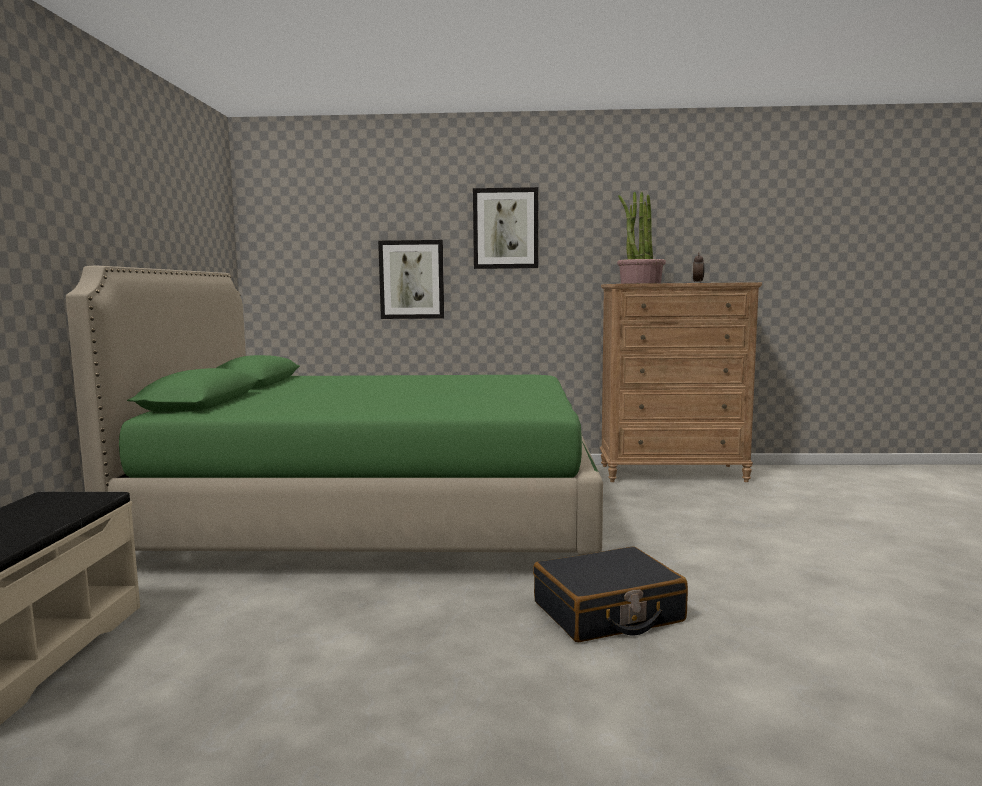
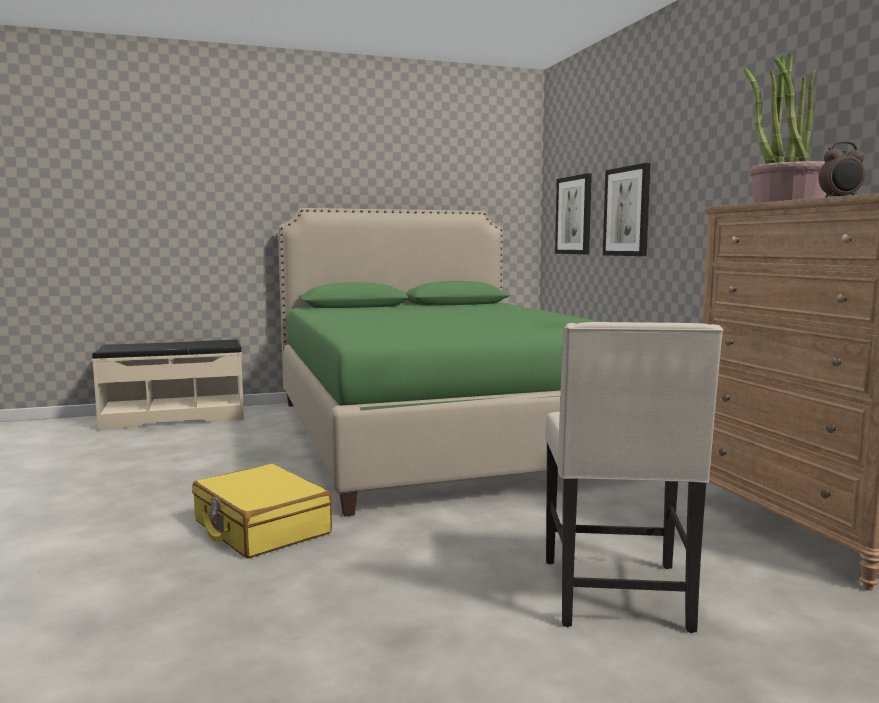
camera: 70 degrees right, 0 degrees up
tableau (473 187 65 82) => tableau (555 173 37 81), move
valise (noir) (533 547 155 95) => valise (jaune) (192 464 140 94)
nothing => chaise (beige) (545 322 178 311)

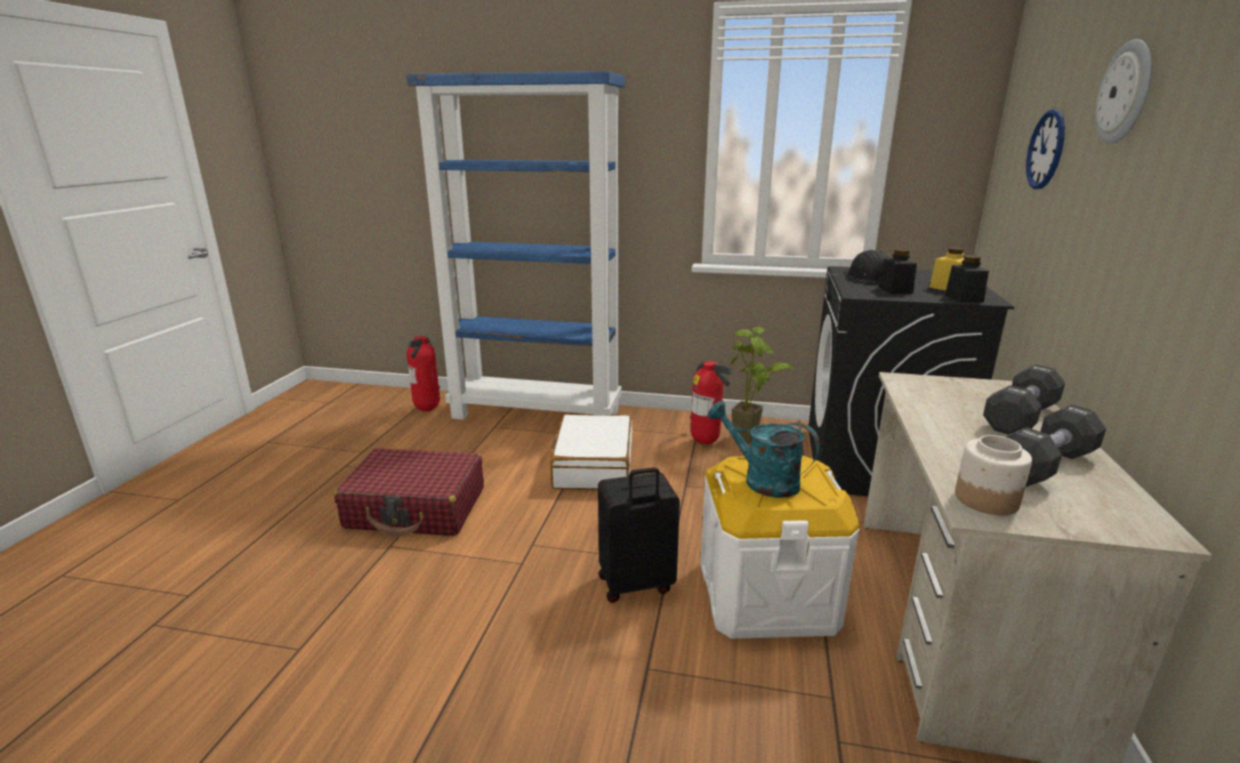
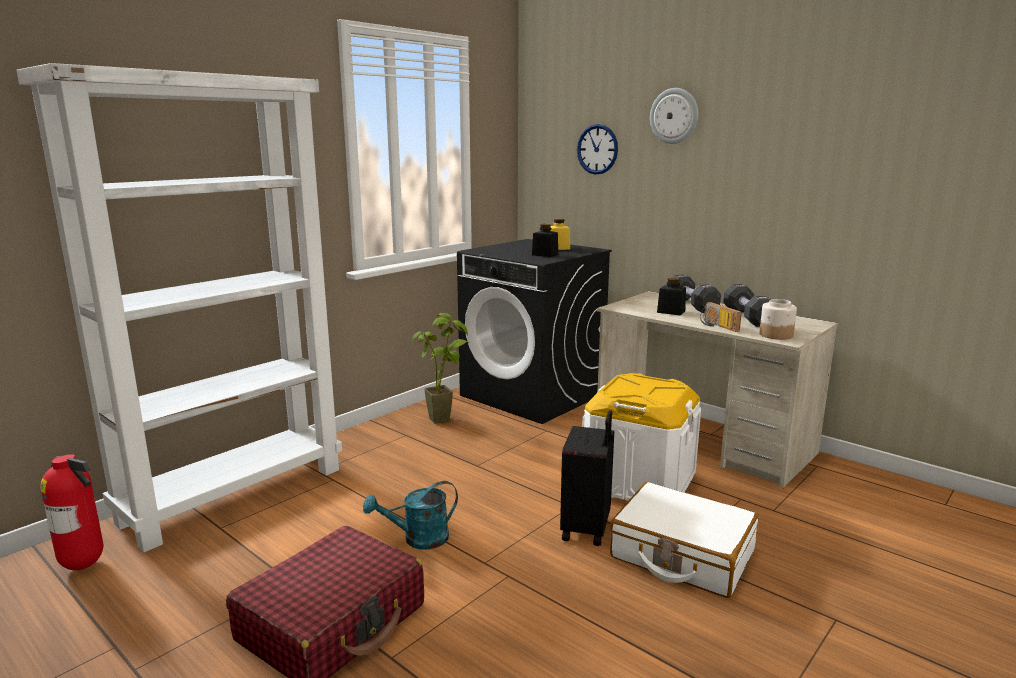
camera: 60 degrees left, 5 degrees down
bibliothèque (bleu) (406 71 219 349) => bibliothèque (blanc) (16 63 326 489)
valise (blanc) (550 415 82 75) => valise (blanc) (610 482 148 116), move
extincteur (690 361 43 84) => nothing
arrosoir (turquoise) (707 401 113 97) => arrosoir (turquoise) (363 481 95 68), move
casque de chantier (noir) (845 250 44 32) => nothing
bocal (noir) (945 255 44 48) => bocal (noir) (657 278 29 38), move
nothing => radio (700 302 42 30)

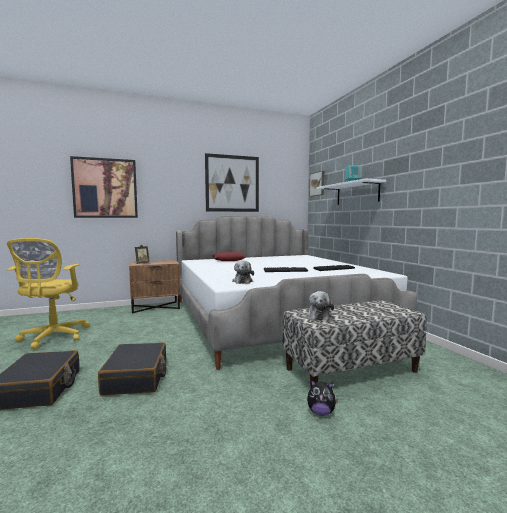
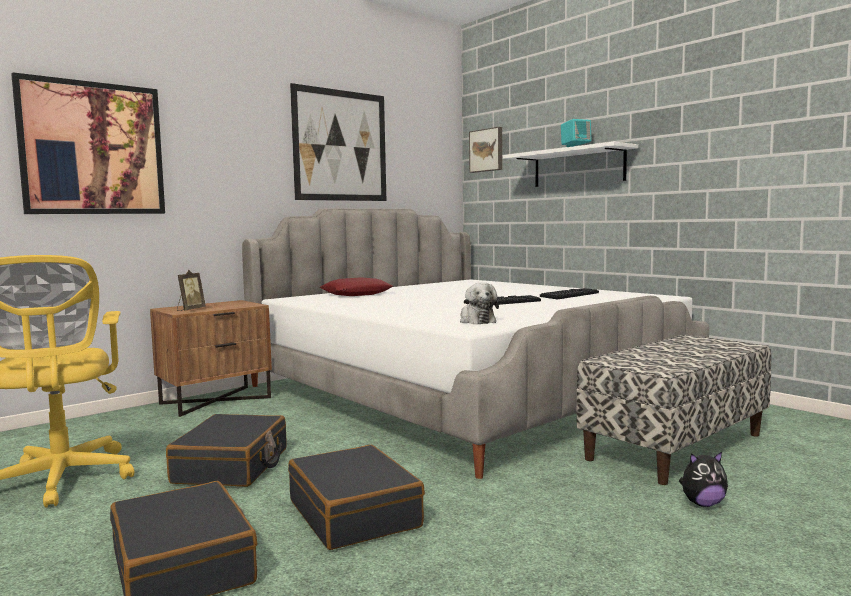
camera: 20 degrees left, 0 degrees up
peluche (306 291 28 29) => nothing
nothing => valise (noir) (166 414 121 73)

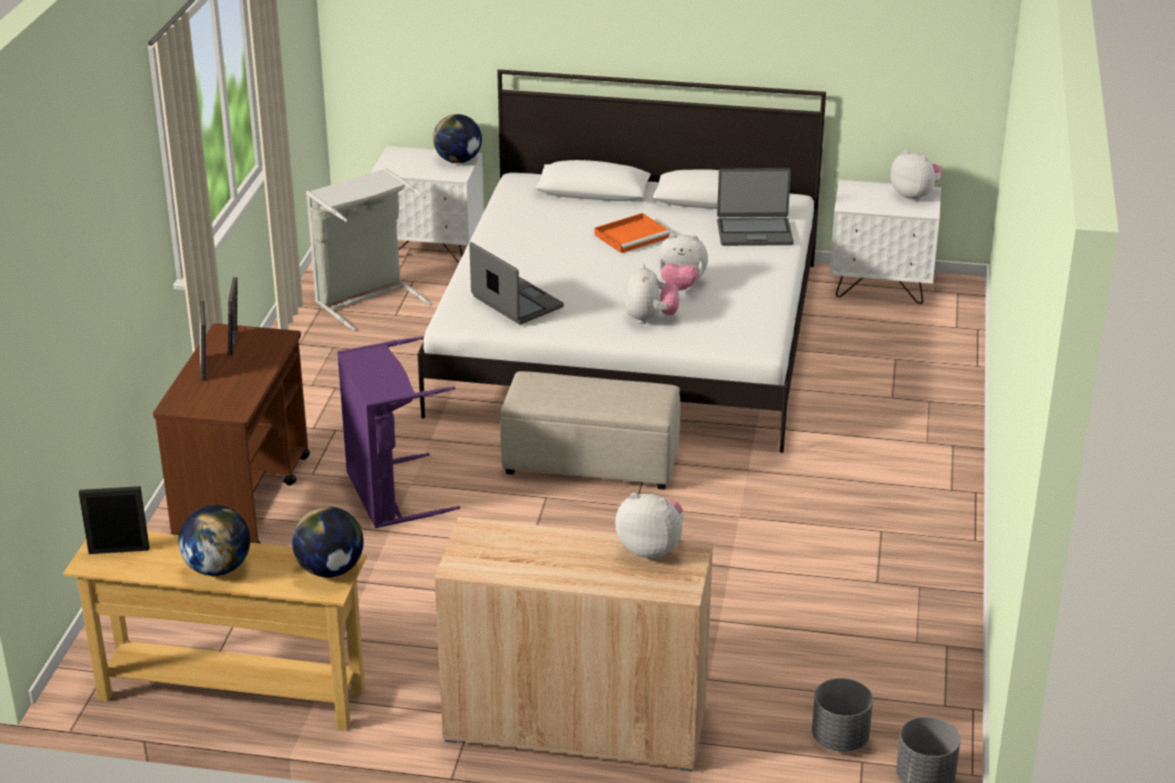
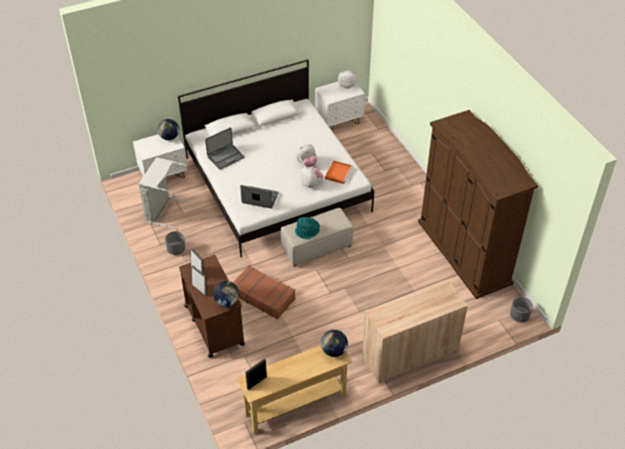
camera: 35 degrees left, 15 degrees up
globe (178 505 72 71) => globe (213 281 26 26), move
panier à linge (violet) (337 336 123 192) => valise (marron) (233 265 62 55)
plateau (orange) (594 213 77 40) => plateau (orange) (325 161 28 23), move
peluche (615 493 69 67) => nothing
ordinateur portable (717 168 77 78) => ordinateur portable (205 127 40 43), move
cache-pot (gris) (812 678 61 74) => cache-pot (gris) (165 231 21 24), move
nothing => chapeau (turquoise) (295 217 25 22)
nothing => armoire (marron) (418 110 121 189)

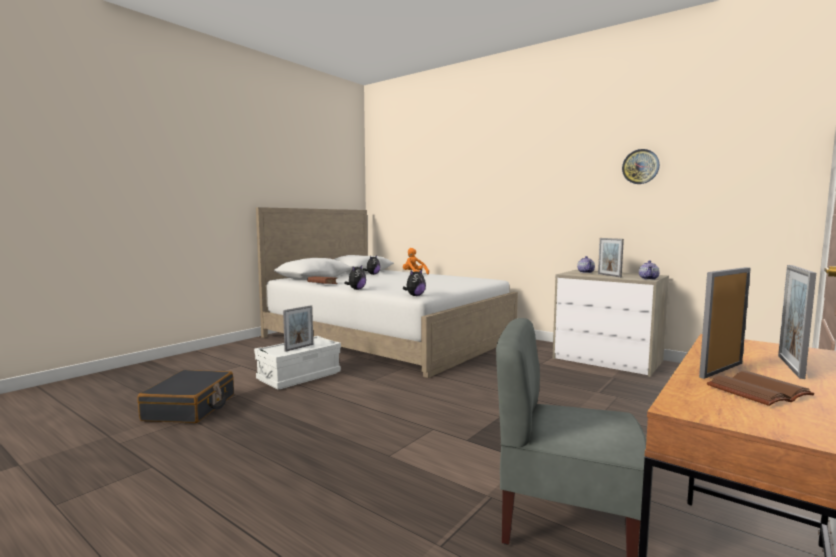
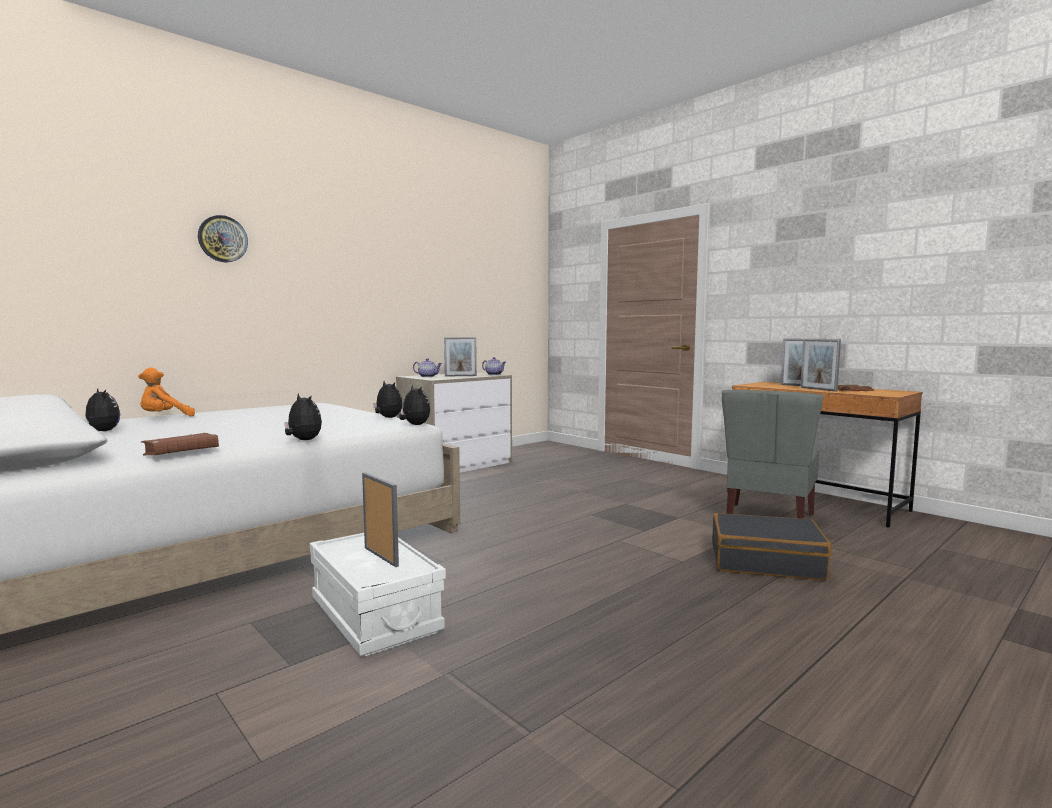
camera: 80 degrees left, 0 degrees up
valise (noir) (137 370 97 53) => valise (noir) (712 513 119 67), move
horloge murale (622 149 38 35) => horloge murale (198 215 50 48), move
nothing => peluche (373 381 29 37)

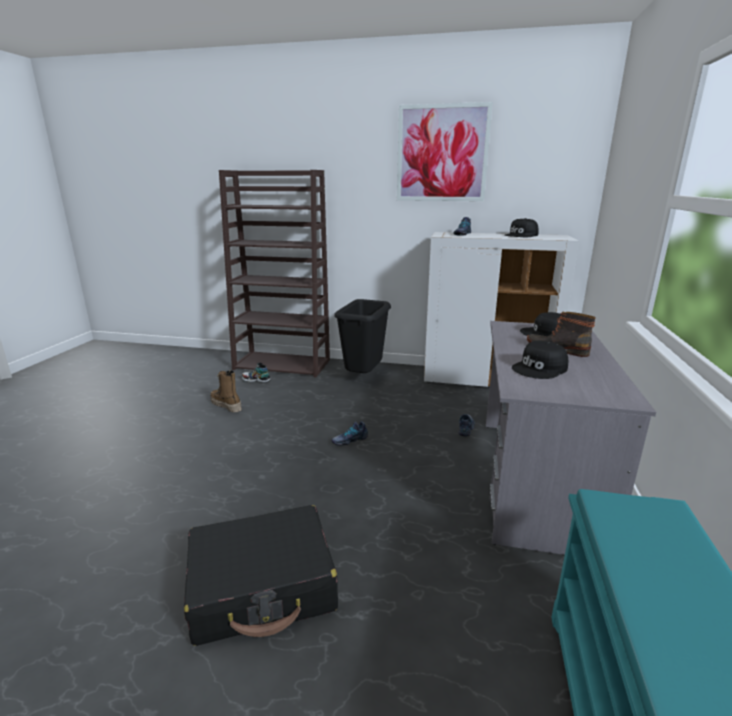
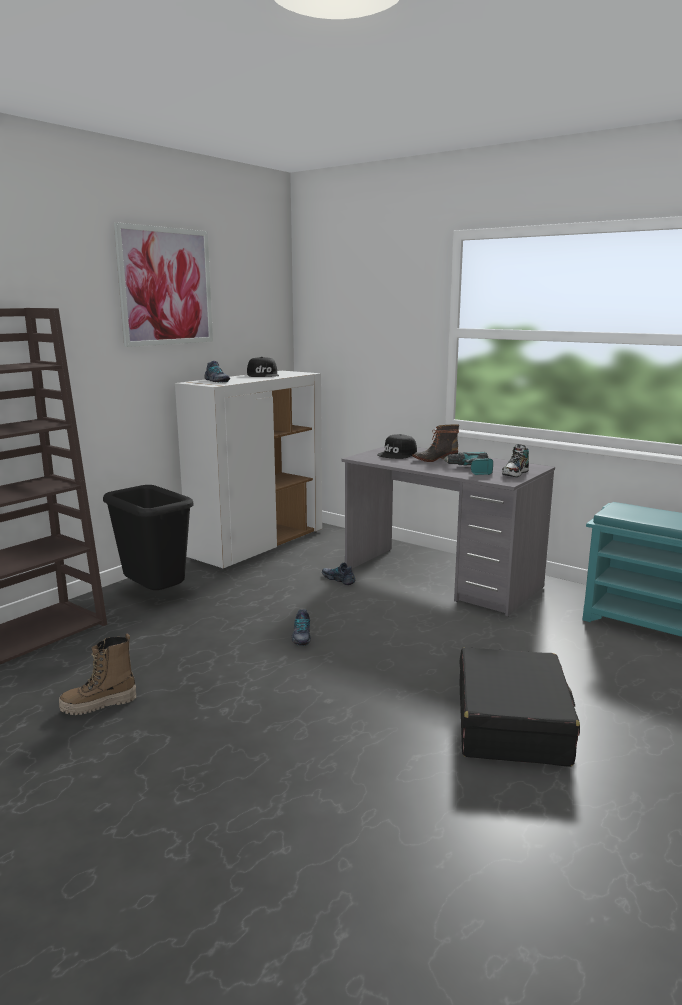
camera: 65 degrees left, 5 degrees down
chaussure (241 363 30 20) => chaussure (502 444 27 33), move
casquette (noir) (512 341 56 38) => perceuse (442 452 51 23)

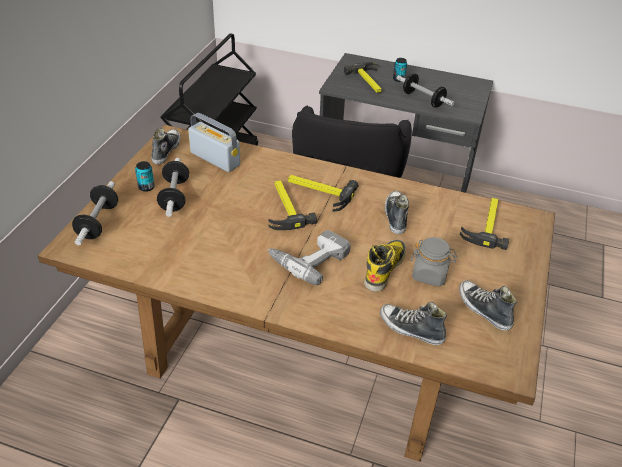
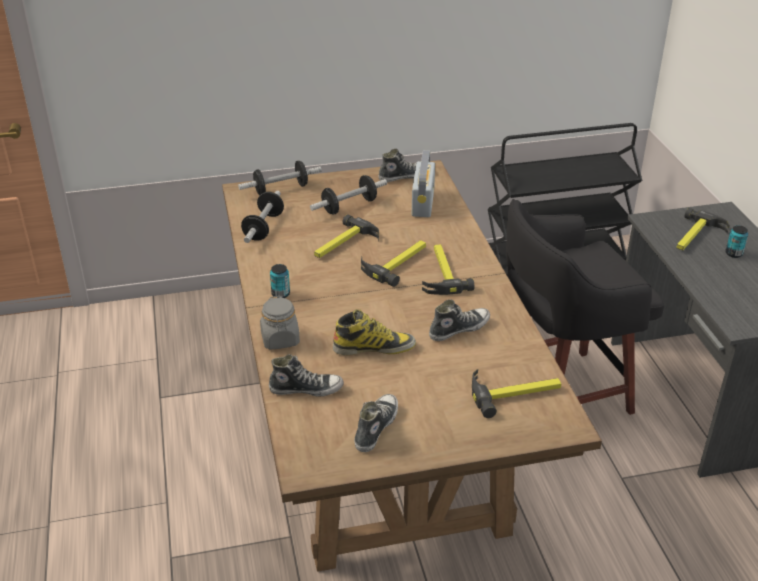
camera: 60 degrees right, 5 degrees down
boîte métallique (135 161 20 31) => boîte métallique (270 264 20 34), move
perceuse (268 230 83 55) => nothing
chaussure (380 302 67 43) => chaussure (269 354 75 43), 90 degrees clockwise
haltère (396 73 59 35) => haltère (241 191 43 52), move
bocal (gris) (410 237 47 49) => bocal (gris) (260 296 40 54), move
nothing => marteau (314 214 65 44)

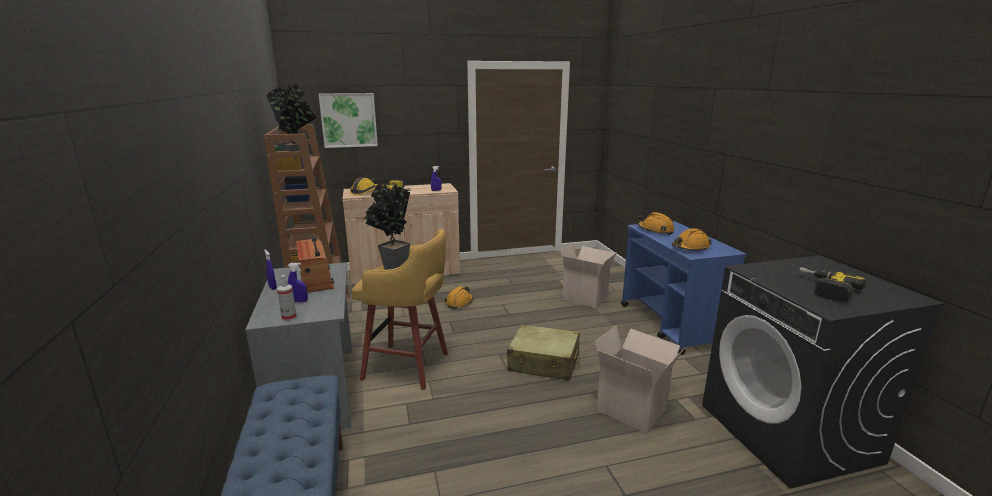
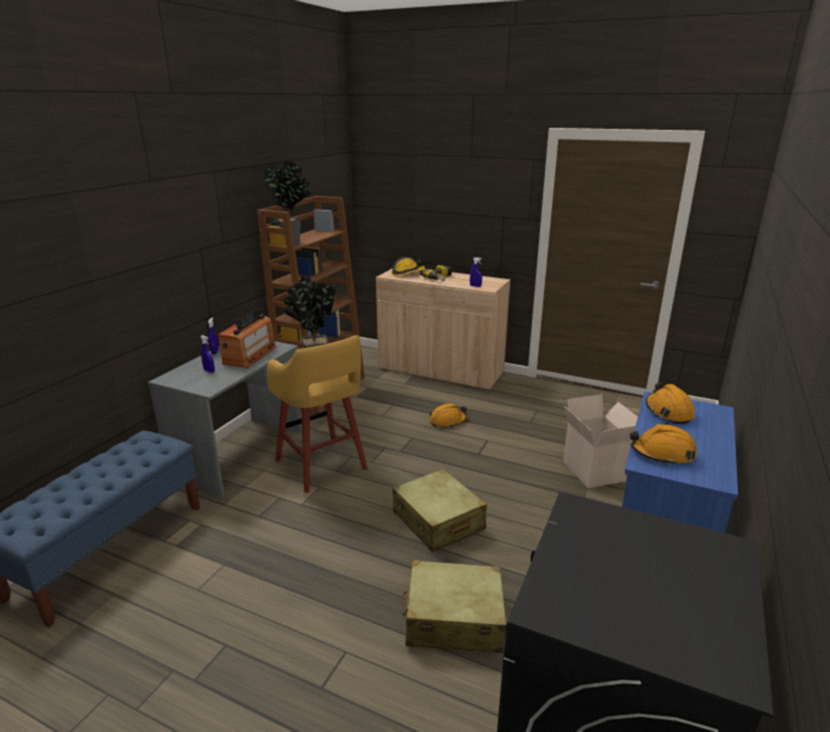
camera: 40 degrees right, 5 degrees up
vaporisateur (277 275 20 46) => nothing
tableau (319 93 59 55) => nothing
carton (595 325 89 108) => valise (beige) (402 560 104 93)
perceuse (799 267 67 35) => nothing

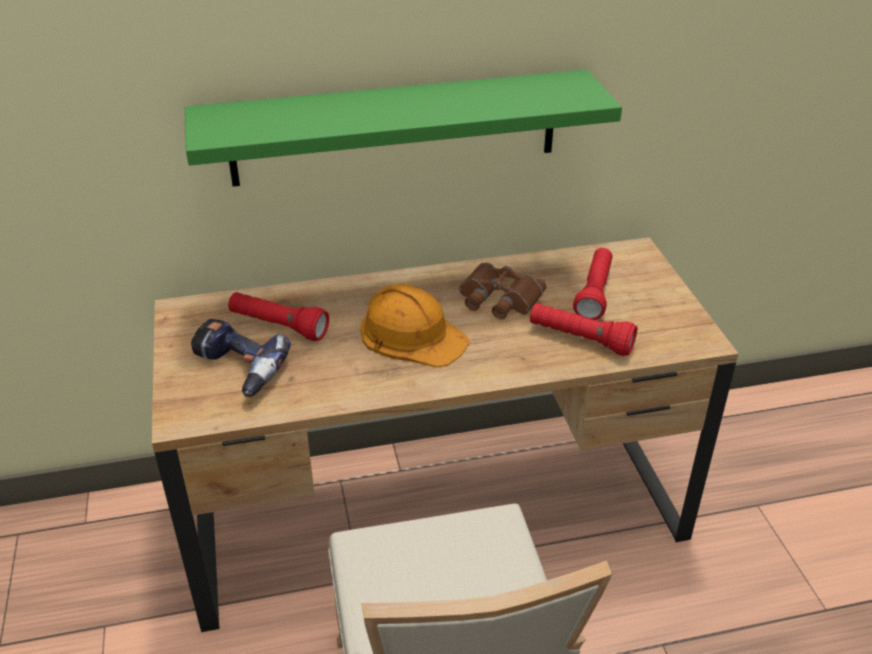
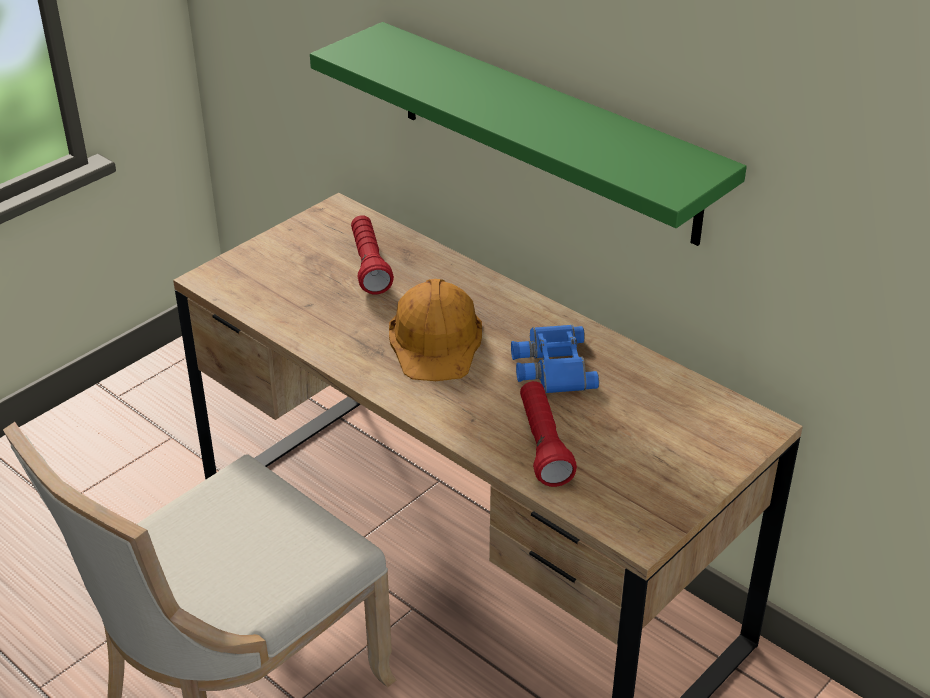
camera: 55 degrees right, 0 degrees up
perceuse (191 319 100 78) => nothing
jumelles (marron) (459 263 88 56) => jumelles (bleu) (511 324 88 69)
lampe de poche (rouge) (573 248 40 72) => nothing

